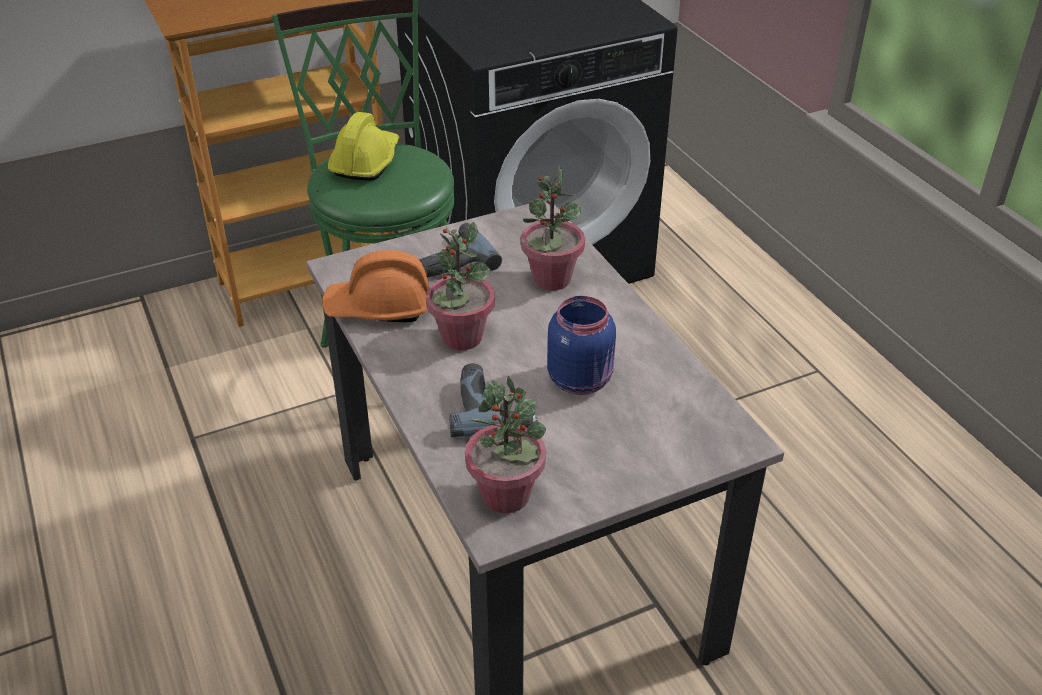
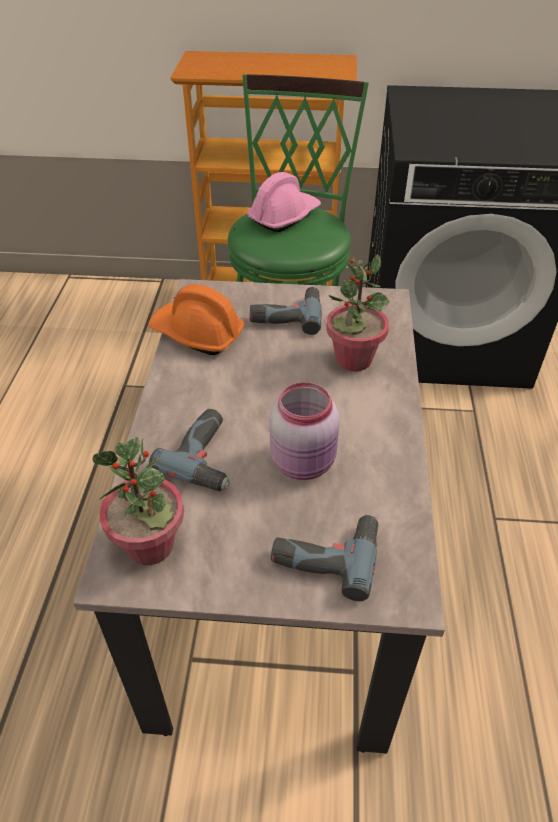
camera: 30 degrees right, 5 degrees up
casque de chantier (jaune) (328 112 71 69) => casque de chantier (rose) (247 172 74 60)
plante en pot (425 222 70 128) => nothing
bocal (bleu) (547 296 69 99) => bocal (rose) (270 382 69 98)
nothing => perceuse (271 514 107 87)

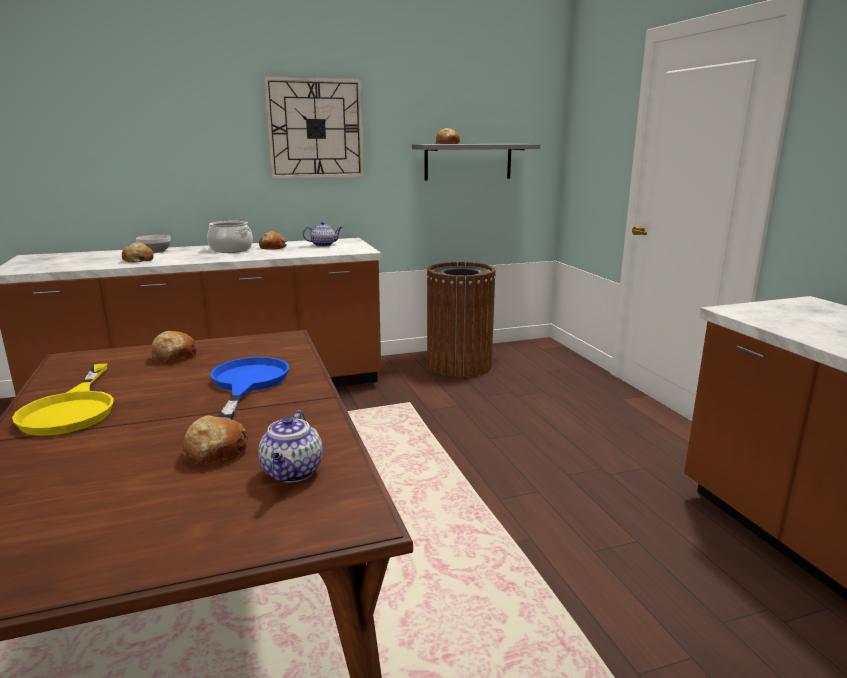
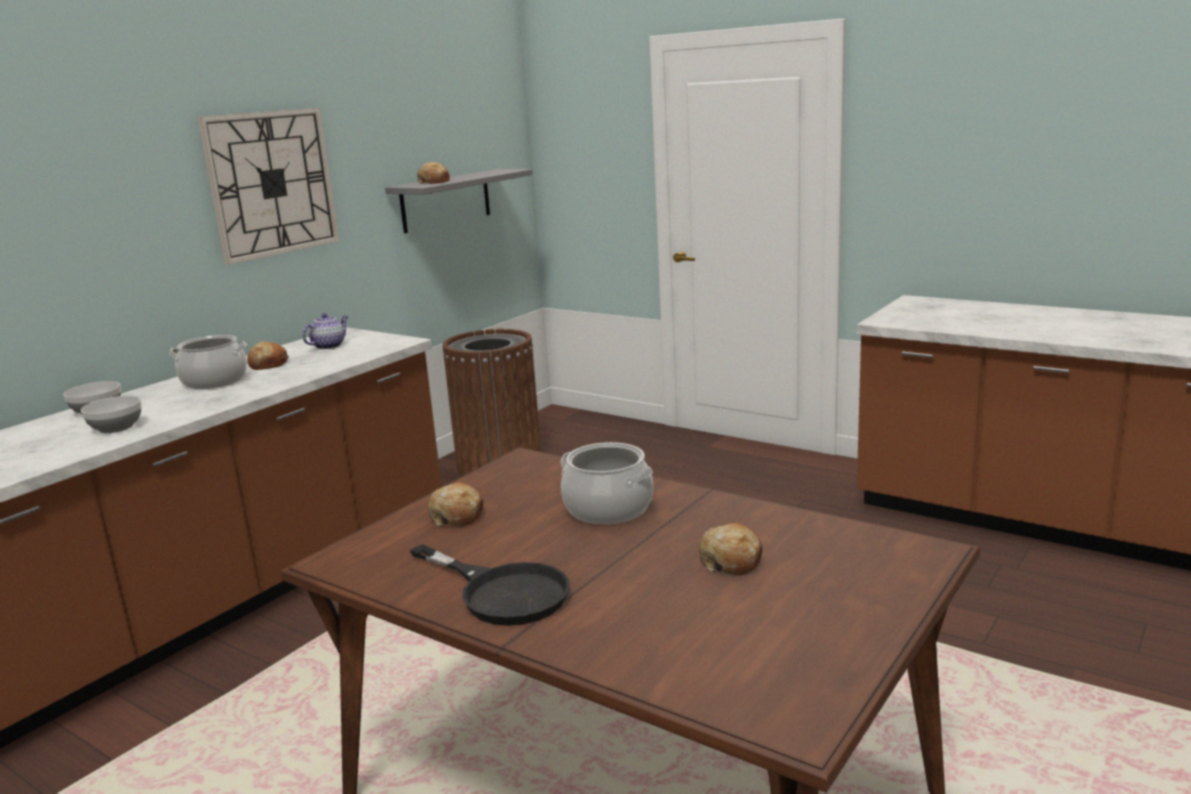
camera: 35 degrees left, 0 degrees up
poêle (jaune) (12 364 102 72) => poêle (noir) (410 544 160 82)
pain (122 242 32 21) => bol (81 396 60 37)
poêle (bleu) (210 357 79 62) => marmite (561 442 92 82)
théière (258 410 65 72) => nothing

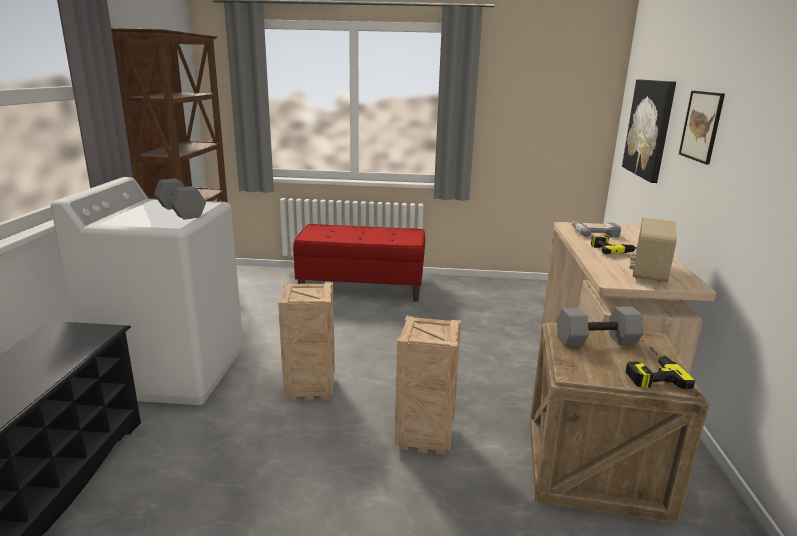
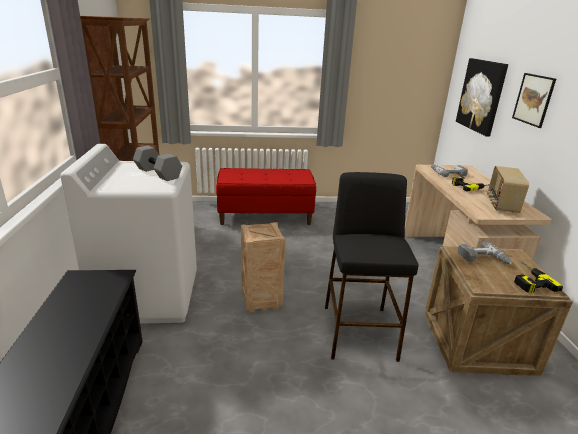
camera: 10 degrees left, 5 degrees up
caisse (394 316 67 139) => tabouret (noir) (325 172 94 190)
haltère (gris) (557 307 87 40) => perceuse (457 241 55 23)

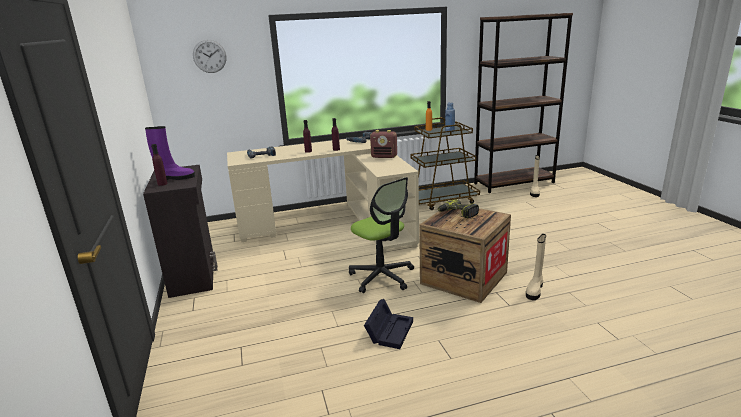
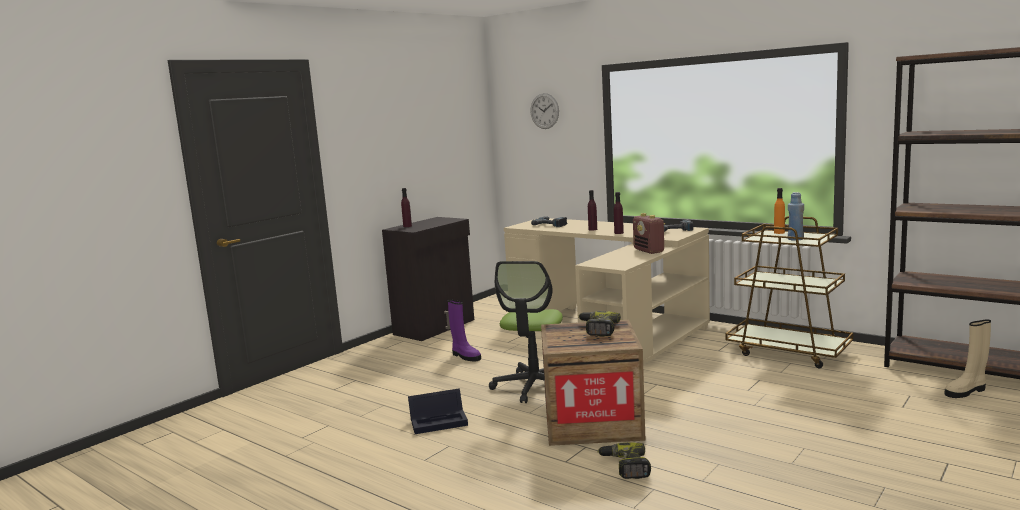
camera: 55 degrees right, 10 degrees down
botte (violet) (145 126 50 55) => botte (violet) (448 300 33 61), move
botte (beige) (526 234 20 66) => perceuse (597 443 54 36)

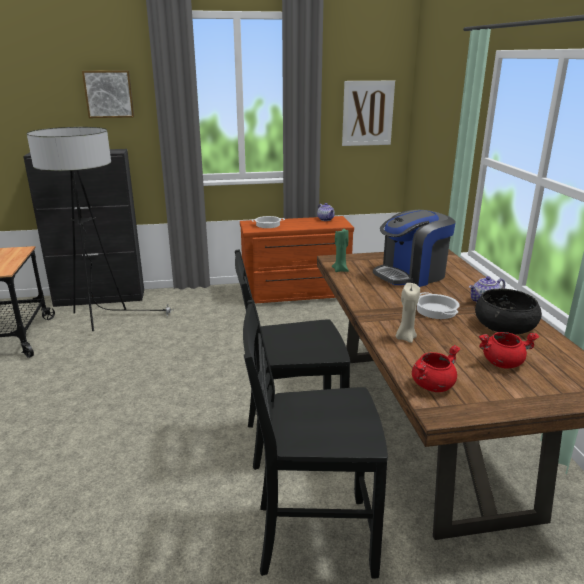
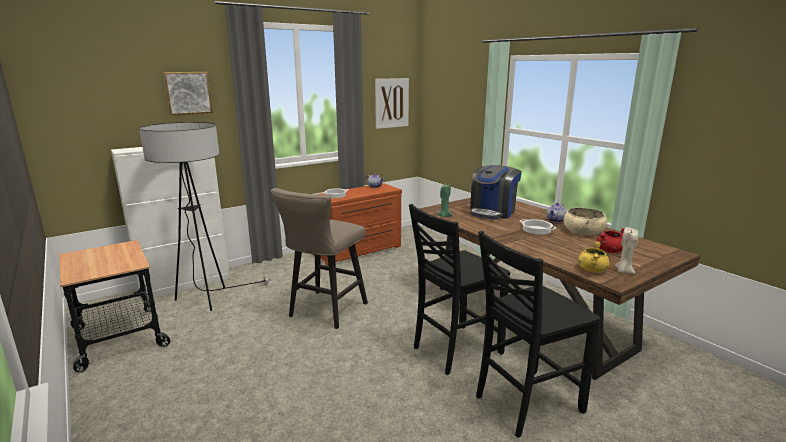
camera: 25 degrees left, 5 degrees down
meuble de rangement (noir) (23 149 121 158) => meuble de rangement (blanc) (111 147 119 153)
bougie (beige) (396 283 24 60) => bougie (beige) (615 227 24 47), move
marmite (rouge) (412 345 48 47) => marmite (jaune) (578 241 32 32)
bol (noir) (475 288 67 46) => bol (beige) (563 208 45 27)
nothing => tabouret (beige) (270 188 98 141)

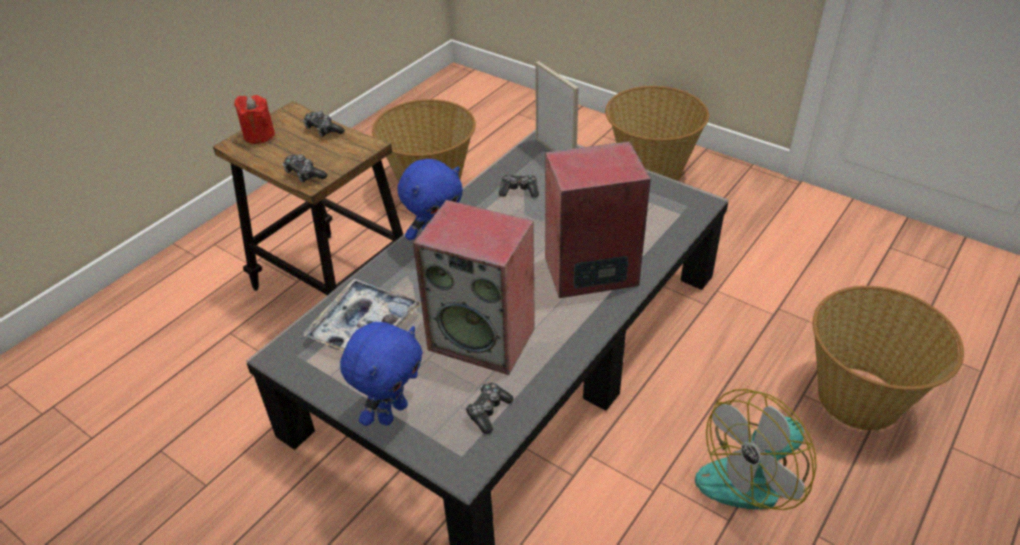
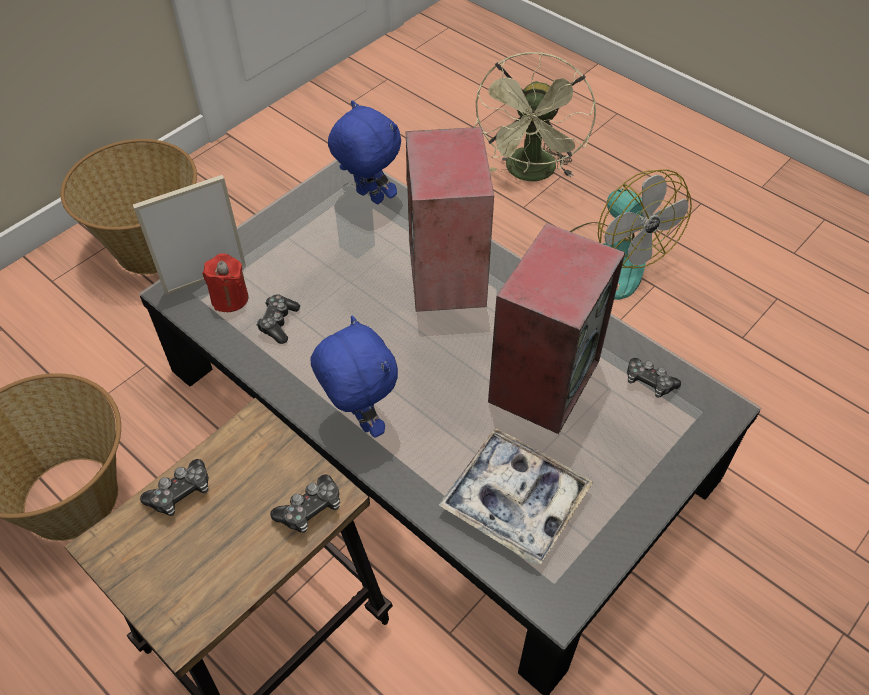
camera: 85 degrees left, 10 degrees up
bougie (rouge) (234 95 41 49) => bougie (rouge) (202 253 47 59), move
peluche (bleu) (340 322 83 104) => peluche (bleu) (328 100 73 104), move
panier (813 286 151 145) => ventilateur (vert) (474 52 122 129)

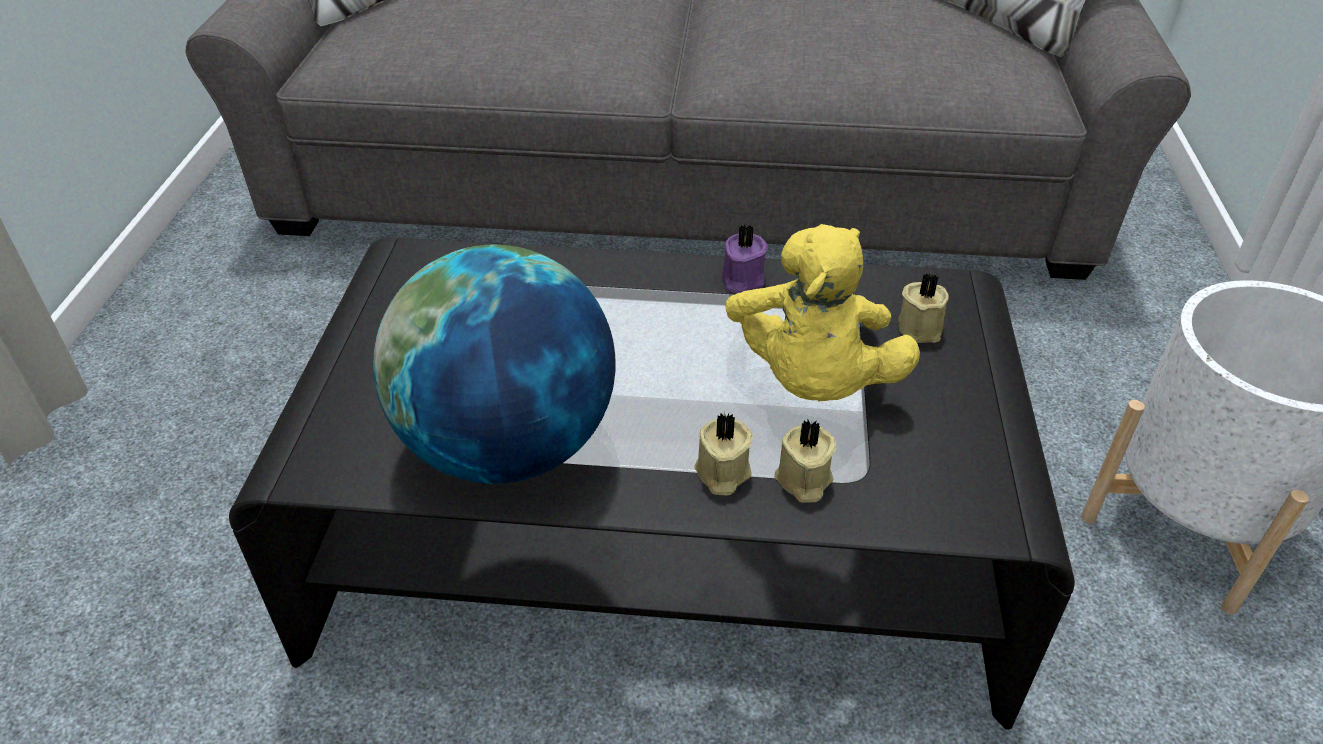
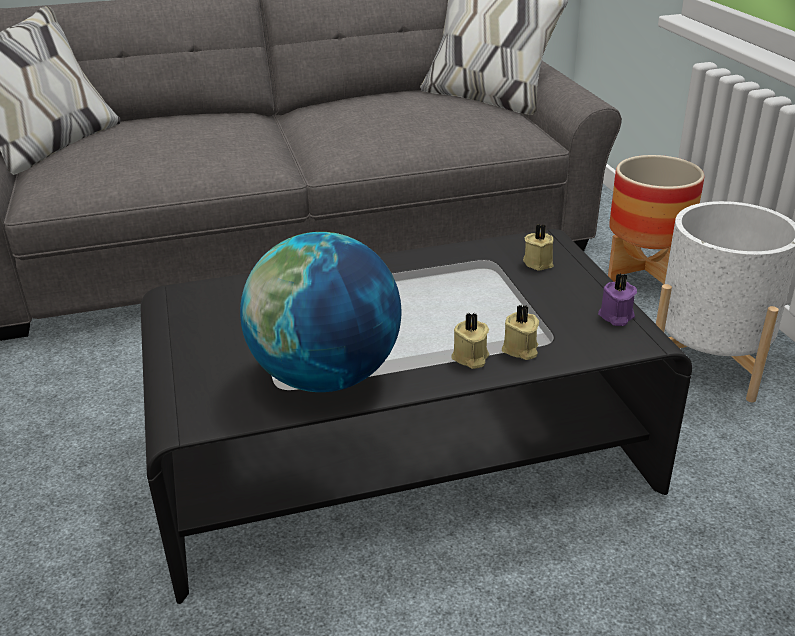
camera: 20 degrees left, 10 degrees down
bougie (violet) (722 224 46 70) => bougie (violet) (598 274 39 52), move
peluche (jaune) (726 224 194 177) => nothing
nothing => cache-pot (608 155 97 130)

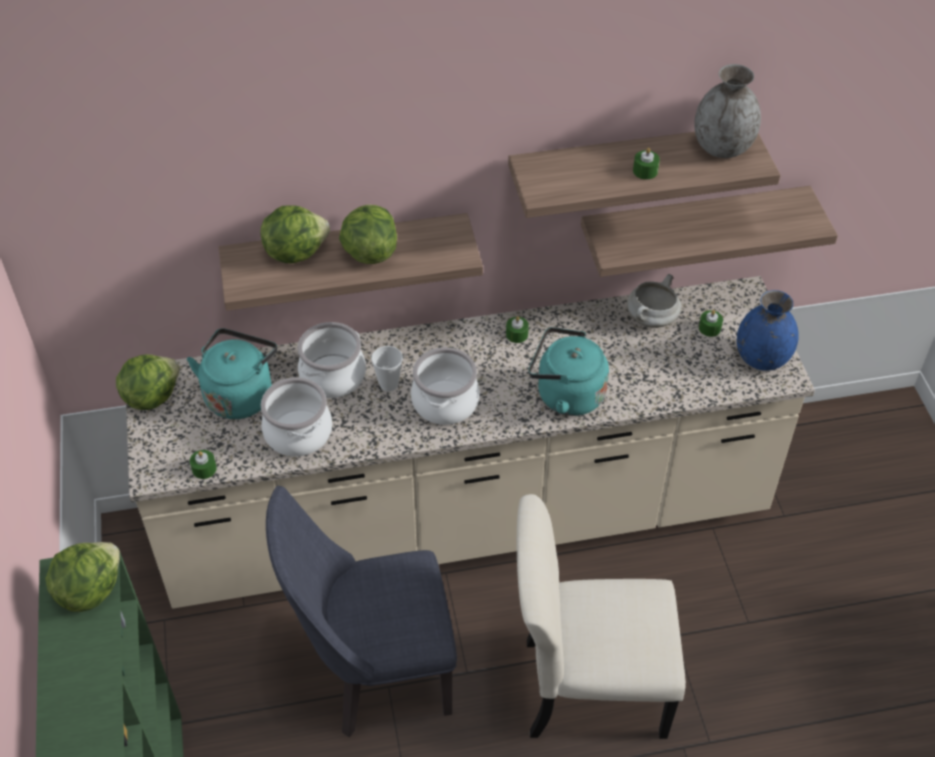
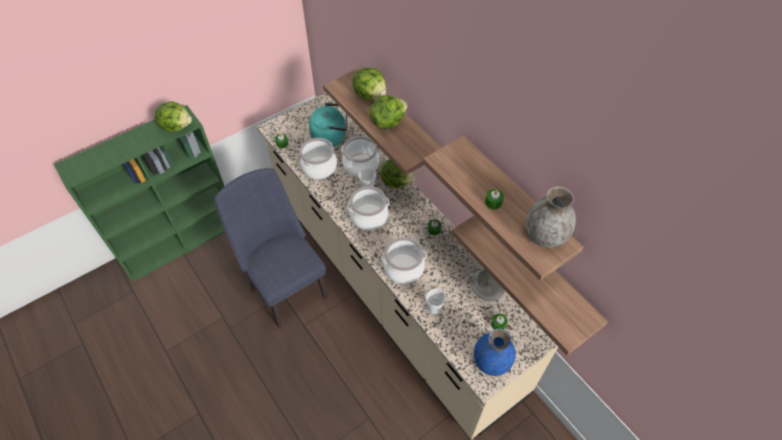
camera: 65 degrees right, 5 degrees up
laitue (116 354 64 56) => laitue (380 160 35 28), move
chaise (beige) (517 494 169 245) => nothing
bouilloire (turquoise) (528 327 81 89) => marmite (382 237 45 47)
nothing => tasse (426 289 20 26)

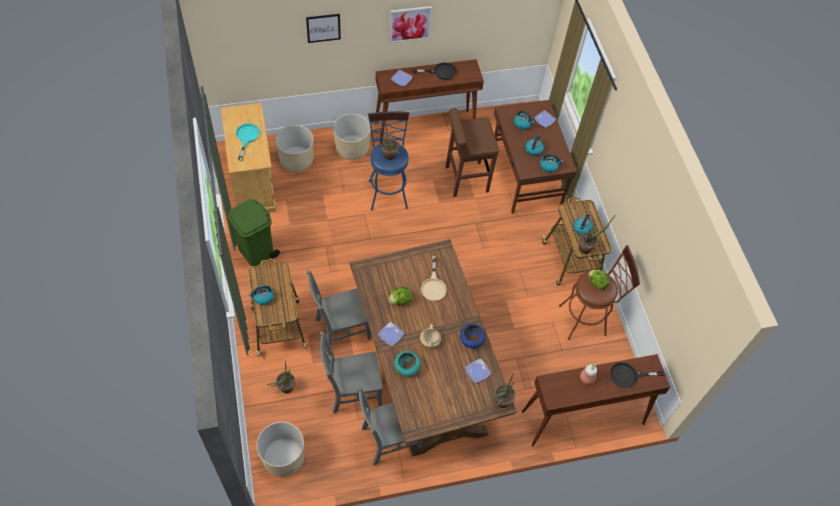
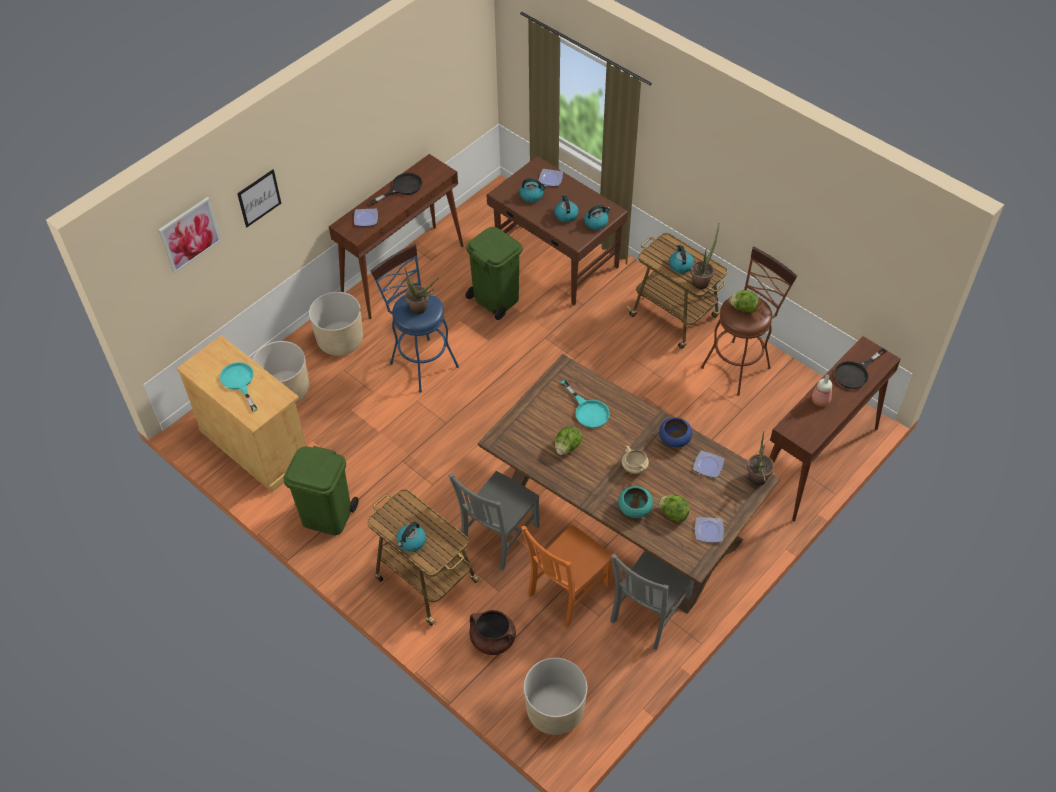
camera: 30 degrees left, 5 degrees down
plante en pot (268 362 27 32) => marmite (marron) (469 610 47 45)
chaise (gris) (320 331 63 82) => chaise (orange) (521 525 91 103)
assiette (378 322 26 24) => assiette (695 517 29 26), move
tableau (389 6 43 37) => tableau (159 197 63 76), move
poêle (beige) (421 256 26 45) => poêle (turquoise) (561 380 49 48)
tabouret (marron) (445 108 54 89) => poubelle (vert) (465 227 58 93)
nothing => laitue (658 494 32 29)

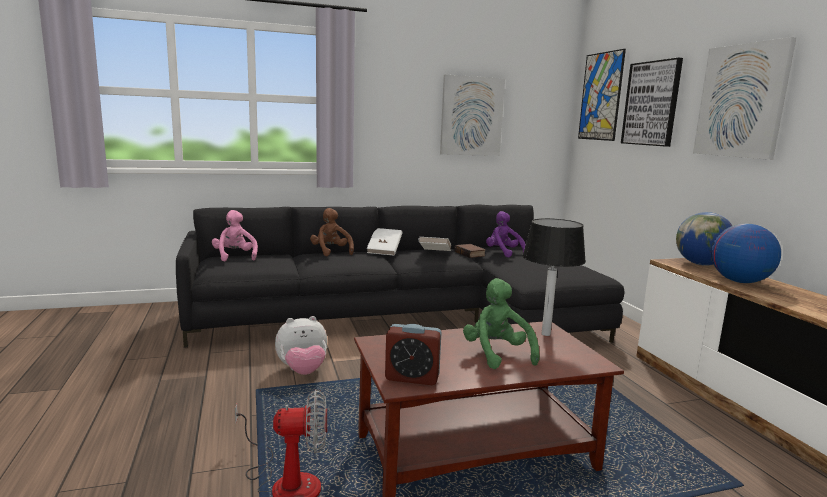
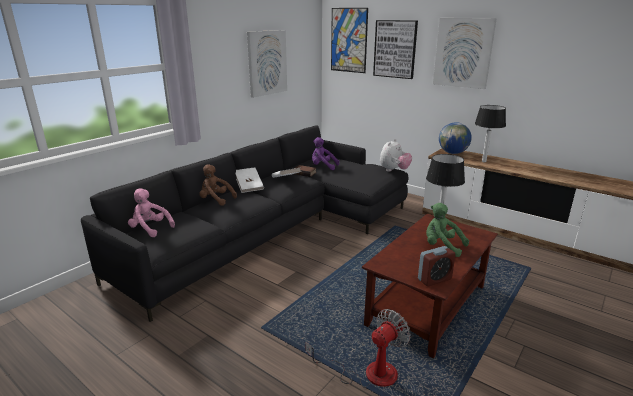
camera: 35 degrees left, 10 degrees up
peluche (275 316 52 59) => peluche (380 139 32 33), move
globe (711 224 70 59) => lampe de table (474 105 32 57)

